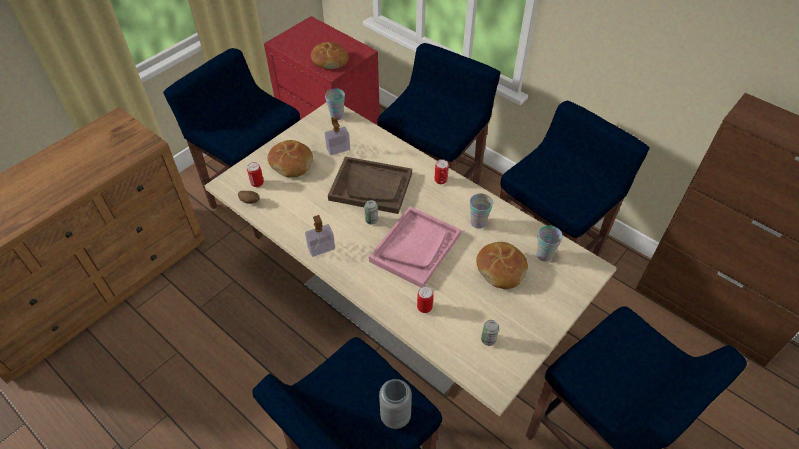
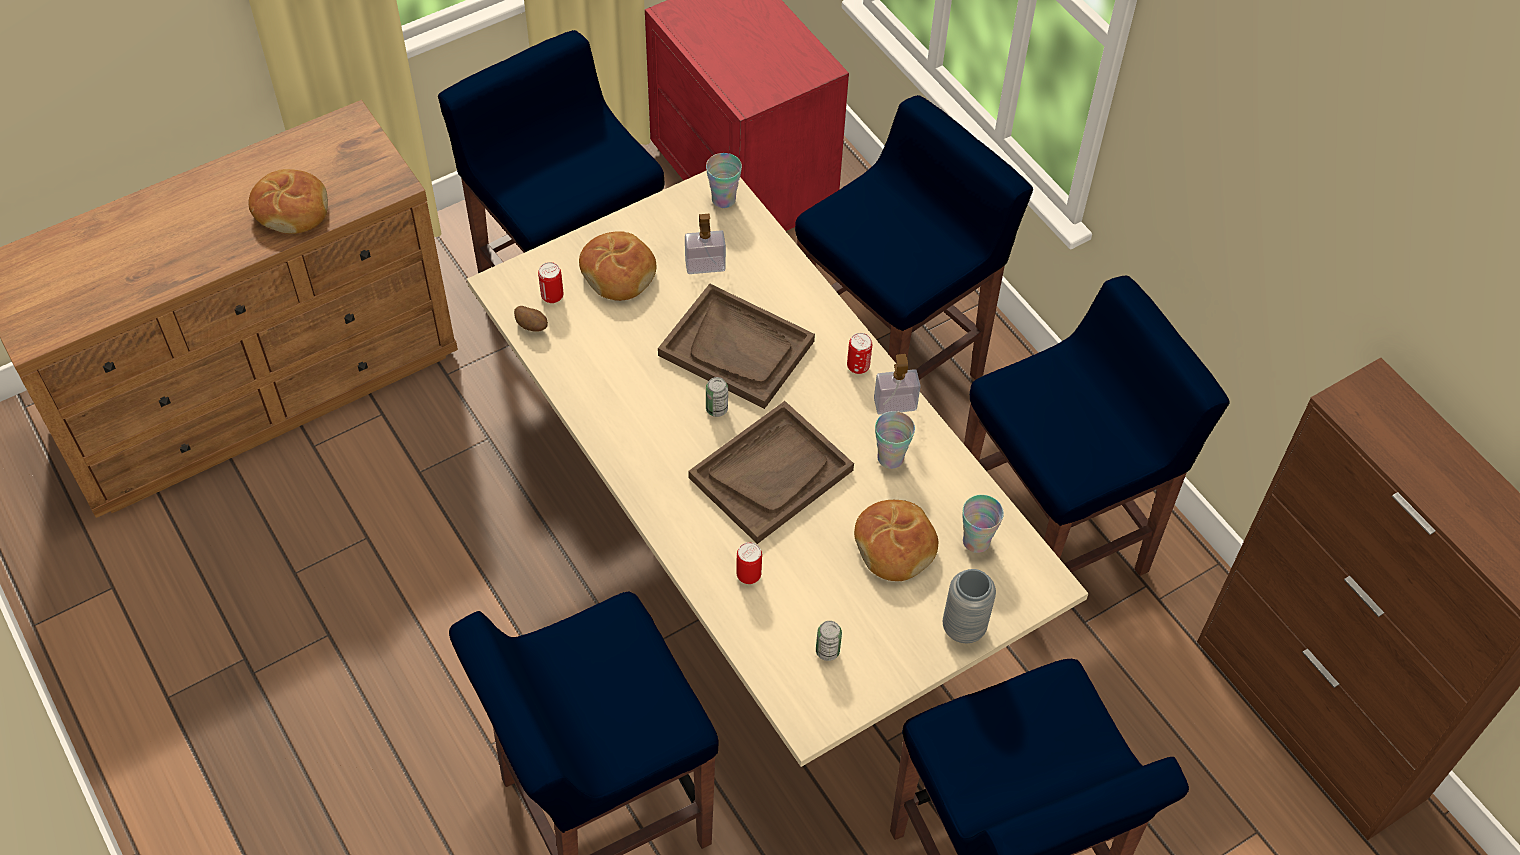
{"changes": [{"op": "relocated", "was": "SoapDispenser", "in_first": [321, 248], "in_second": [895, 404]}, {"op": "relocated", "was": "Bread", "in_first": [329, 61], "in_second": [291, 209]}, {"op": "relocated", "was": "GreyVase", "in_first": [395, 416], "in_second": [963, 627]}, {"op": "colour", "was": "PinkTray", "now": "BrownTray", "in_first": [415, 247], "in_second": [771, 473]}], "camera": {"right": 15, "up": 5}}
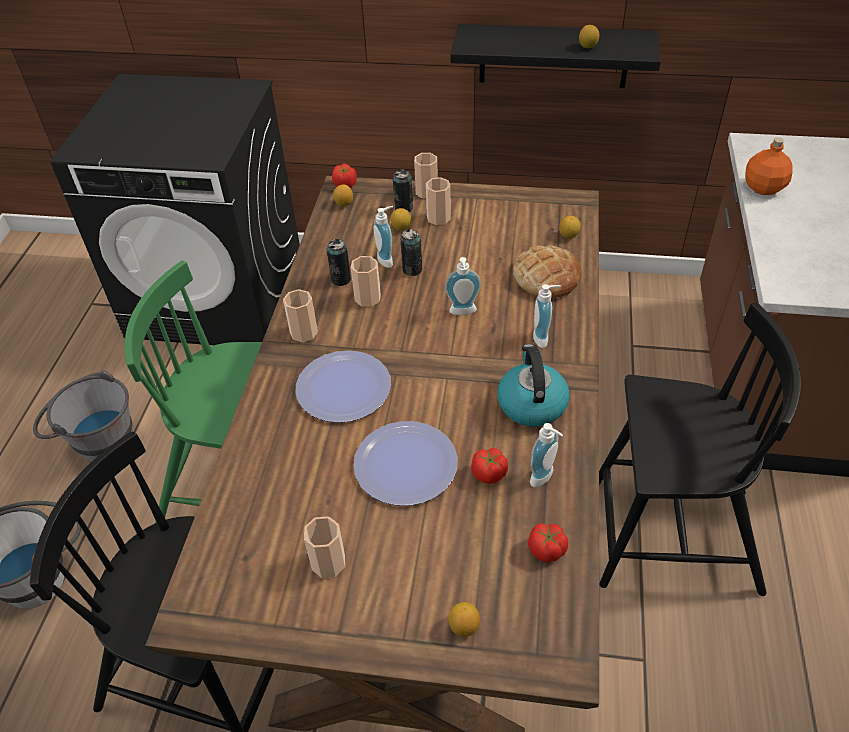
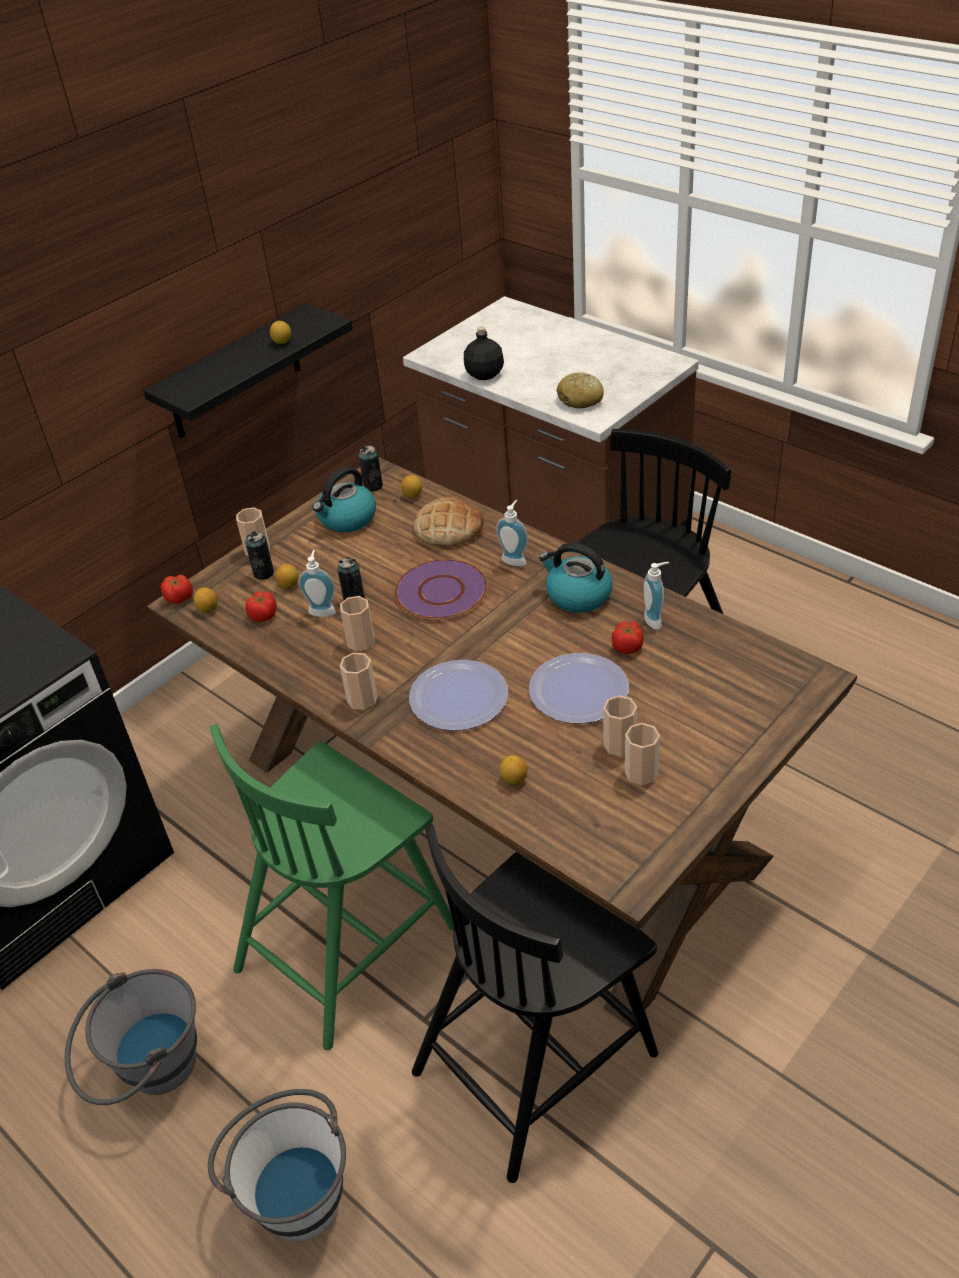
{"changes": [{"op": "appeared", "now": "Kettle", "in_second": [347, 519]}, {"op": "appeared", "now": "Bread", "in_second": [580, 399]}, {"op": "relocated", "was": "Can", "in_first": [341, 279], "in_second": [373, 486]}, {"op": "relocated", "was": "Cup", "in_first": [438, 218], "in_second": [619, 745]}, {"op": "relocated", "was": "Lemon", "in_first": [464, 626], "in_second": [514, 780]}, {"op": "relocated", "was": "Tomato", "in_first": [547, 550], "in_second": [263, 615]}, {"op": "exchanged", "was": "SoapDispenser", "now": "PurplePlate", "in_first": [463, 313], "in_second": [441, 591]}, {"op": "colour", "was": "OrangeBottle", "now": "BlackBottle", "in_first": [764, 188], "in_second": [485, 374]}], "camera": {"right": -55, "up": -5}}
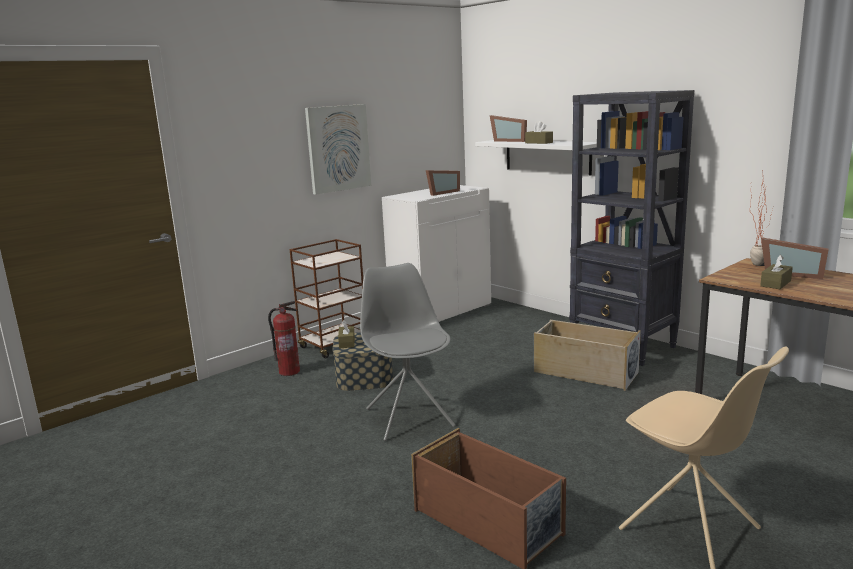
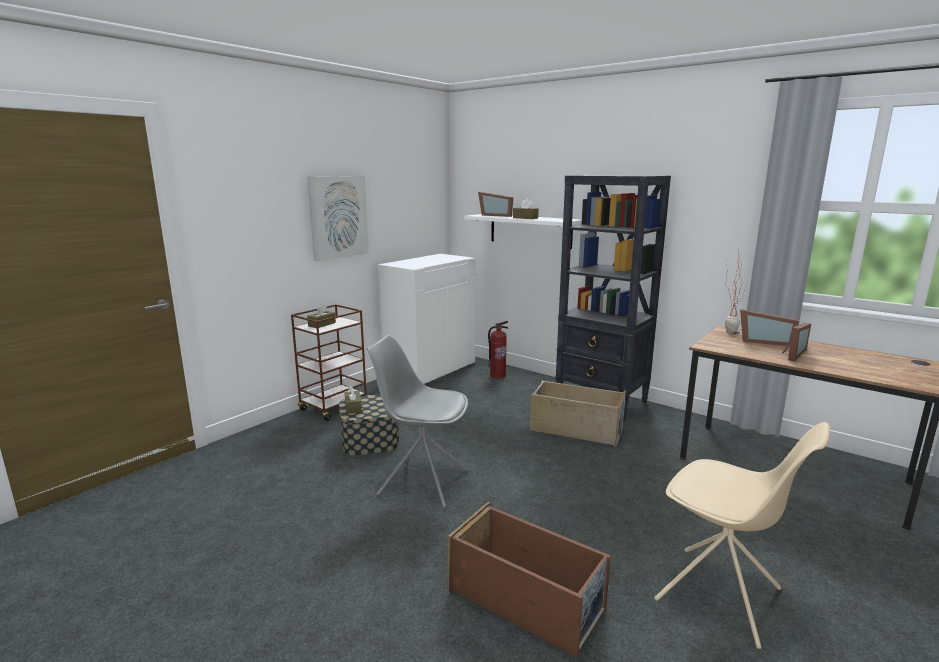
{"changes": [{"op": "relocated", "was": "FireExtinguisher", "in_first": [289, 371], "in_second": [497, 375]}, {"op": "relocated", "was": "PictureFrame", "in_first": [441, 193], "in_second": [791, 354]}, {"op": "relocated", "was": "BrownTissueBox", "in_first": [775, 283], "in_second": [322, 324]}, {"op": "spun", "was": "GreyChair", "in_first": [409, 416], "in_second": [422, 482], "clockwise": -45}], "camera": {"right": -10, "up": 0}}
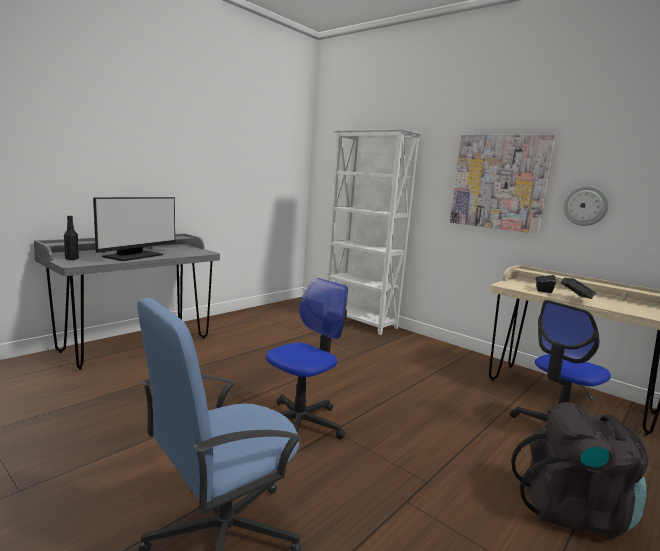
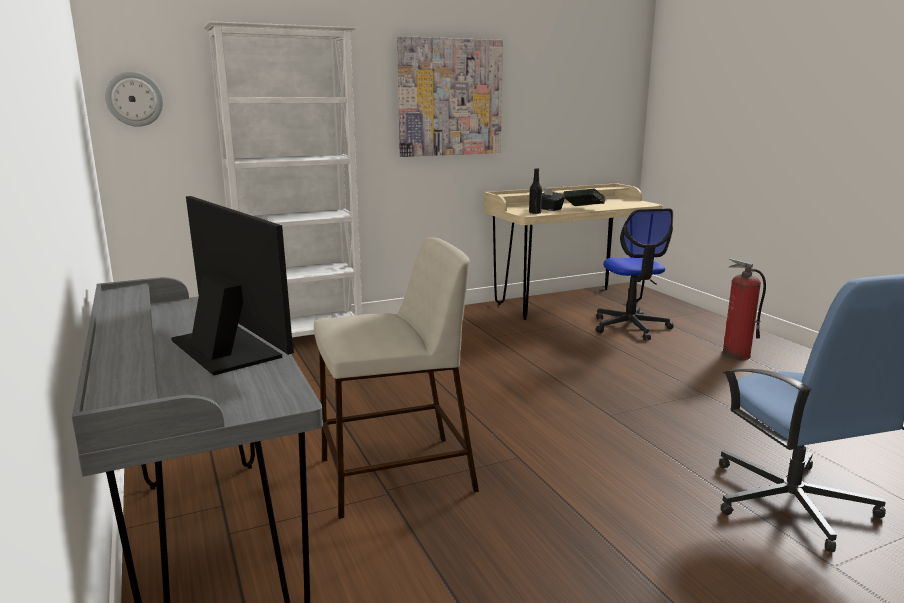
{"changes": [{"op": "missing", "was": "OfficeChair", "in_first": [300, 424]}, {"op": "appeared", "now": "BeigeStool", "in_second": [395, 475]}, {"op": "relocated", "was": "BlackBottle", "in_first": [72, 259], "in_second": [535, 213]}, {"op": "relocated", "was": "WallClock", "in_first": [585, 205], "in_second": [134, 99]}, {"op": "exchanged", "was": "BlackBackpack", "now": "FireExtinguisher", "in_first": [574, 511], "in_second": [735, 355]}], "camera": {"right": -65, "up": 5}}
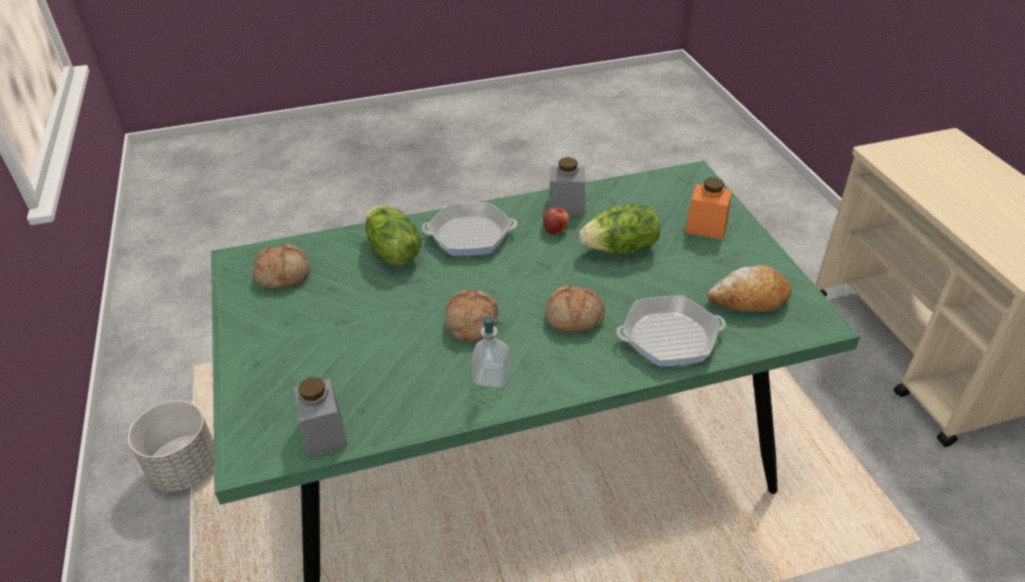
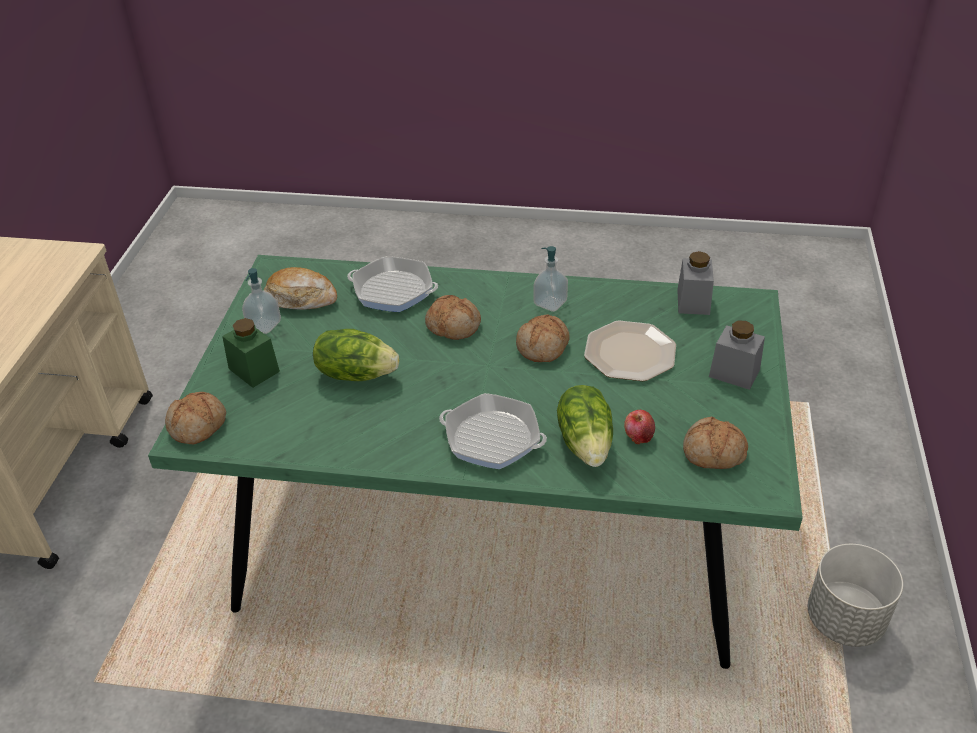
{"changes": [{"op": "appeared", "now": "Bread", "in_second": [198, 426]}, {"op": "appeared", "now": "SoapDispenser", "in_second": [264, 325]}, {"op": "appeared", "now": "Plate", "in_second": [630, 353]}, {"op": "relocated", "was": "Apple", "in_first": [555, 229], "in_second": [638, 436]}, {"op": "relocated", "was": "GreyJar", "in_first": [566, 206], "in_second": [734, 373]}, {"op": "colour", "was": "OrangeJar", "now": "GreenJar", "in_first": [706, 227], "in_second": [254, 370]}], "camera": {"right": -155, "up": 0}}
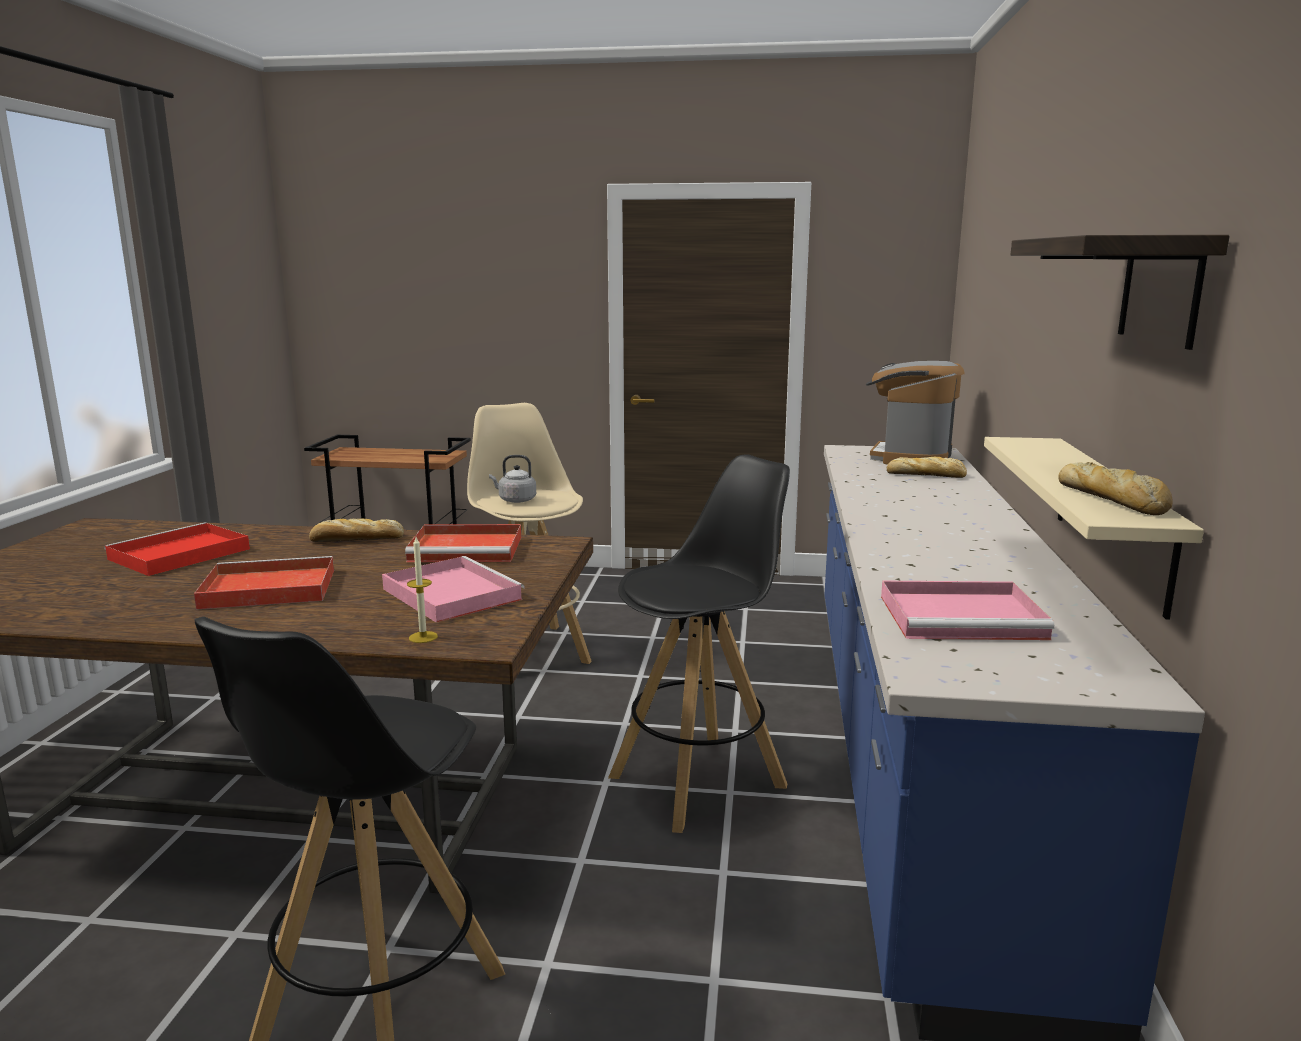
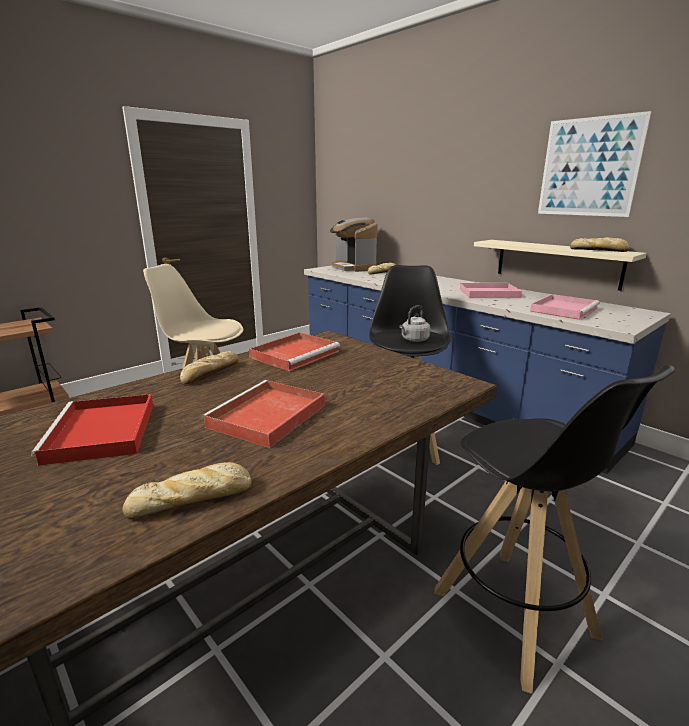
{"changes": [{"op": "missing", "was": "Candle", "in_first": [423, 637]}, {"op": "appeared", "now": "Bread", "in_second": [193, 499]}, {"op": "relocated", "was": "PinkTray", "in_first": [449, 593], "in_second": [487, 293]}, {"op": "relocated", "was": "GreyKettle", "in_first": [515, 500], "in_second": [414, 340]}, {"op": "exchanged", "was": "Shelf", "now": "Picture", "in_first": [1160, 290], "in_second": [589, 167]}], "camera": {"right": -50, "up": 5}}
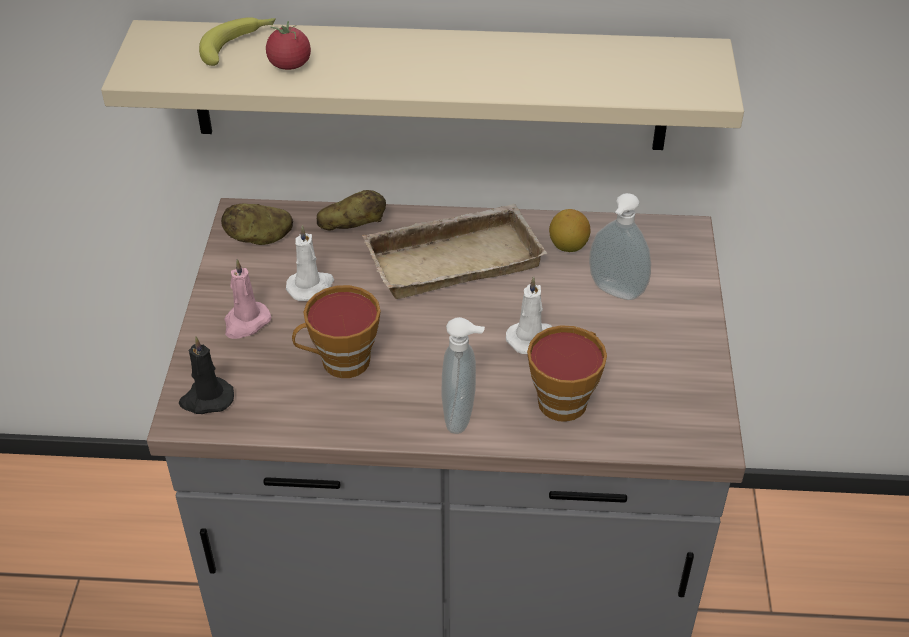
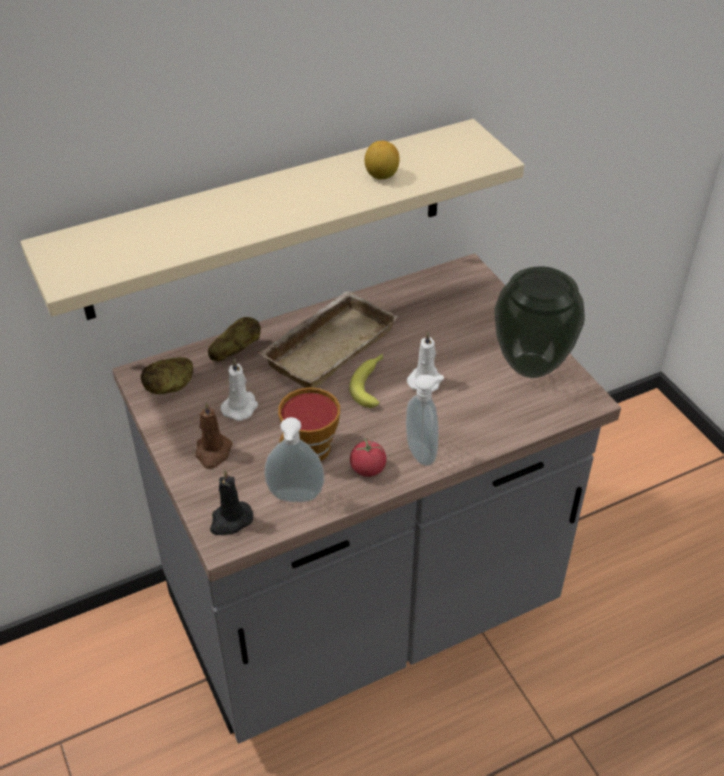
{"changes": [{"op": "missing", "was": "Cup", "in_first": [565, 398]}, {"op": "appeared", "now": "Vase", "in_second": [532, 366]}, {"op": "relocated", "was": "Banana", "in_first": [239, 46], "in_second": [371, 383]}, {"op": "relocated", "was": "Tomato", "in_first": [290, 65], "in_second": [368, 468]}, {"op": "relocated", "was": "Lemon", "in_first": [568, 246], "in_second": [381, 175]}, {"op": "relocated", "was": "SoapDispenser", "in_first": [614, 292], "in_second": [295, 498]}, {"op": "colour", "was": "PinkCandle", "now": "BrownCandle", "in_first": [246, 323], "in_second": [213, 452]}], "camera": {"right": -30, "up": 0}}
